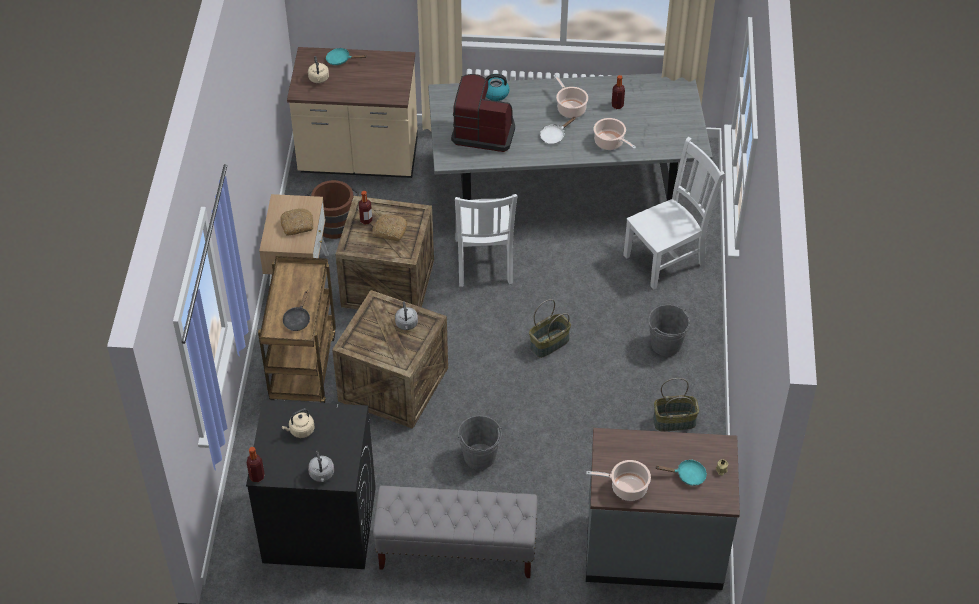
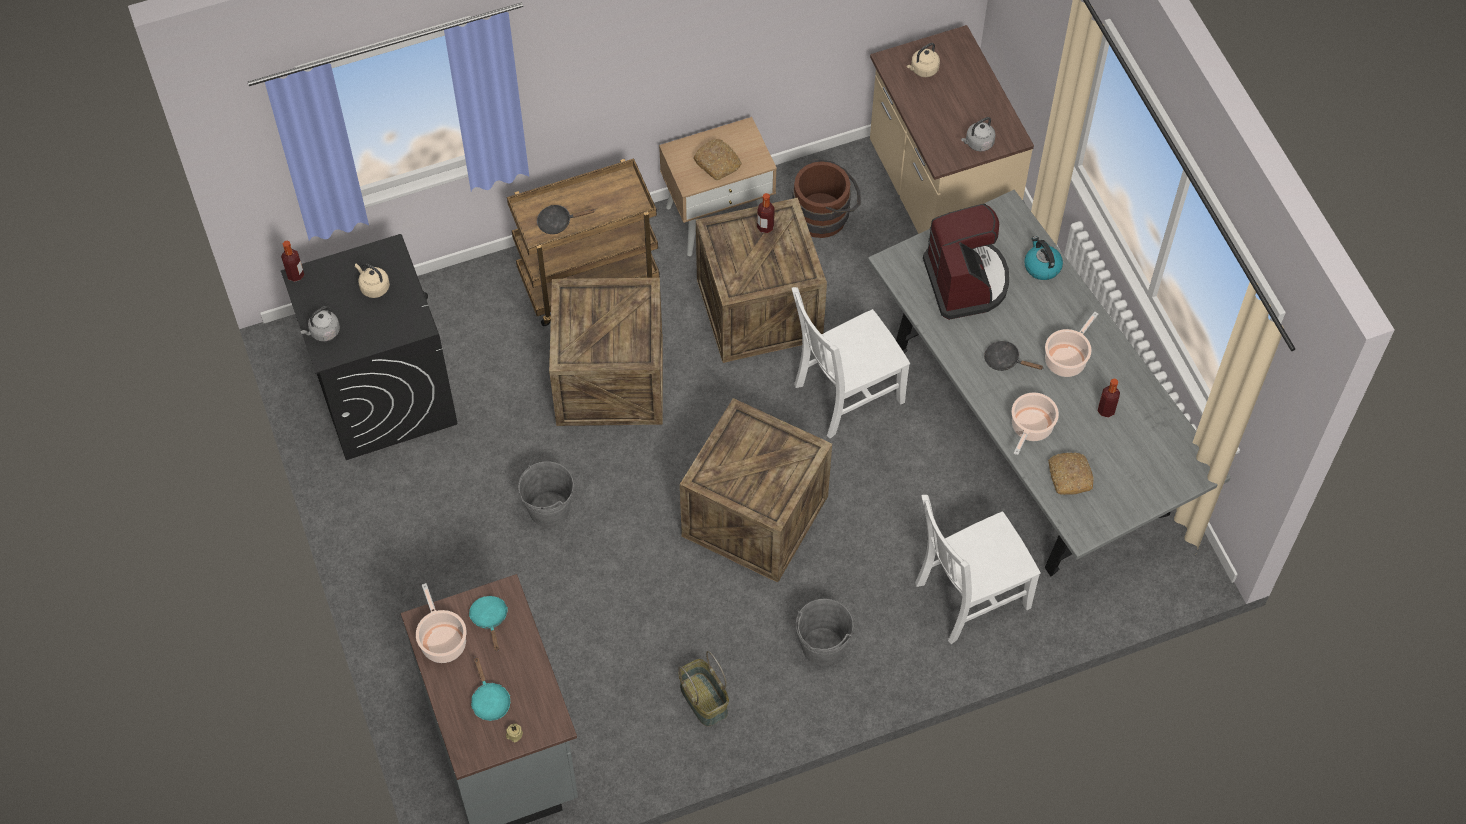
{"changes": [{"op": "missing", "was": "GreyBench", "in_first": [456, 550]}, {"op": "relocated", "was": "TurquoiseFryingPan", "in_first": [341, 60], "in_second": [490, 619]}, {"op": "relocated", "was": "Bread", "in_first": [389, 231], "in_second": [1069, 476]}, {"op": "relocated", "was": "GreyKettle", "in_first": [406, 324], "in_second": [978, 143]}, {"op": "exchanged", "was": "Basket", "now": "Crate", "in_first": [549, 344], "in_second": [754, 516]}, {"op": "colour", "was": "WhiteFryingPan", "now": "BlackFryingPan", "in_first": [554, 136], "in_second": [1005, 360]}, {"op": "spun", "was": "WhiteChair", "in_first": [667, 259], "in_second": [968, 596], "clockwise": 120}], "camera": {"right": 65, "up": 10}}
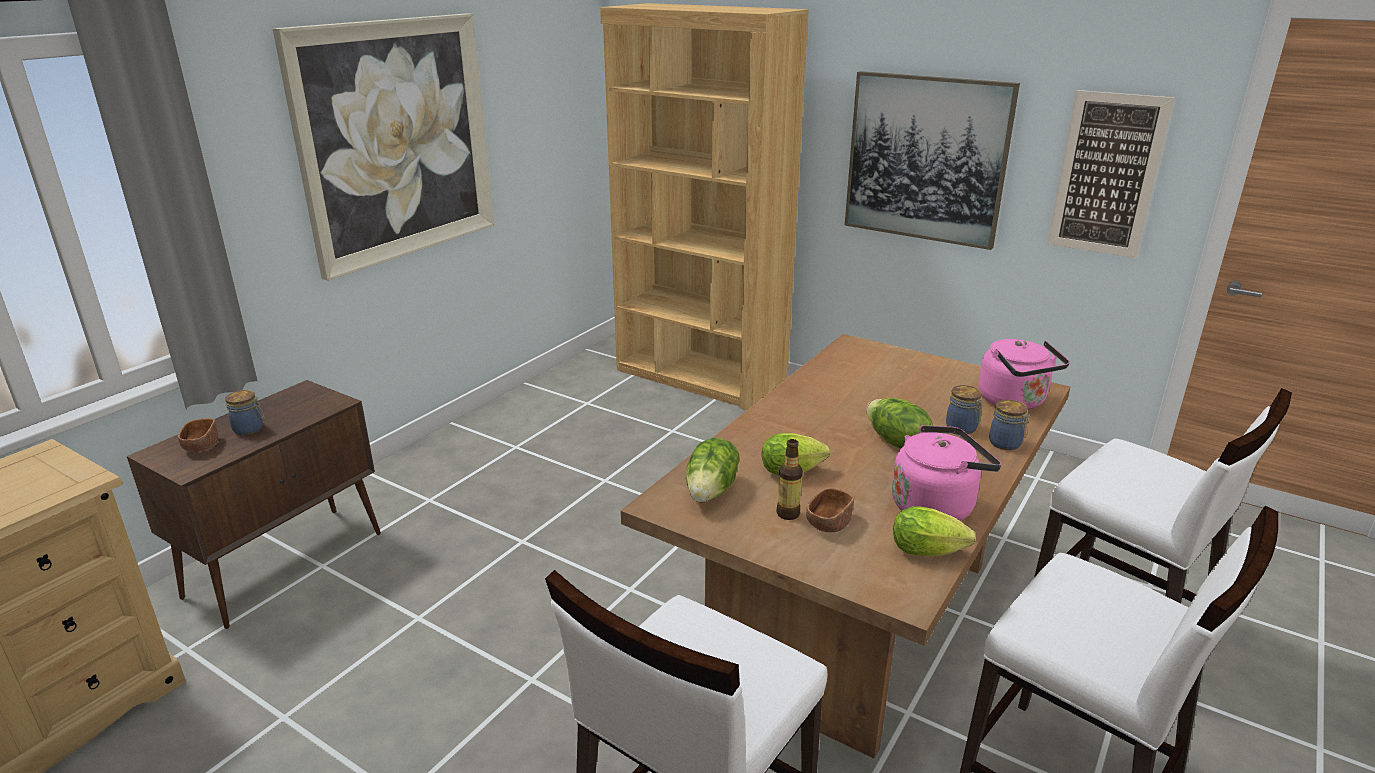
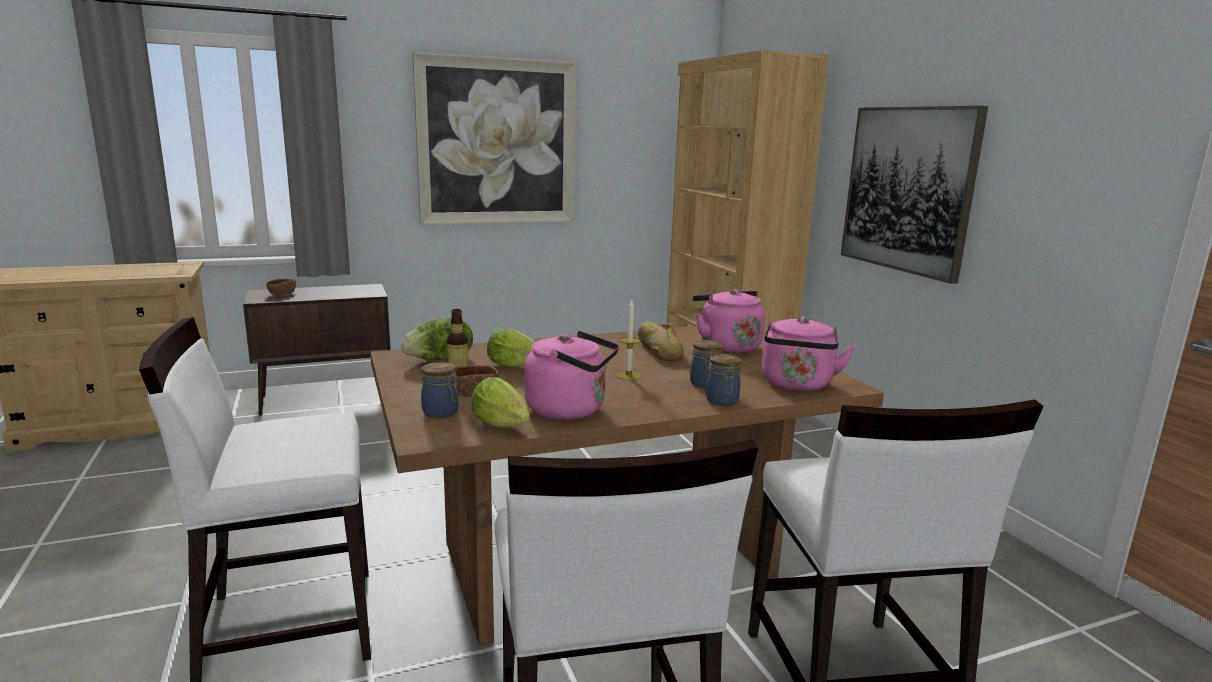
{"changes": [{"op": "missing", "was": "Picture", "in_first": [1107, 175]}, {"op": "appeared", "now": "Bread", "in_second": [659, 350]}, {"op": "appeared", "now": "PinkKettle", "in_second": [726, 346]}, {"op": "relocated", "was": "Jar", "in_first": [250, 429], "in_second": [441, 413]}, {"op": "exchanged", "was": "Lettuce", "now": "Candle", "in_first": [896, 442], "in_second": [628, 376]}], "camera": {"right": 35, "up": -10}}
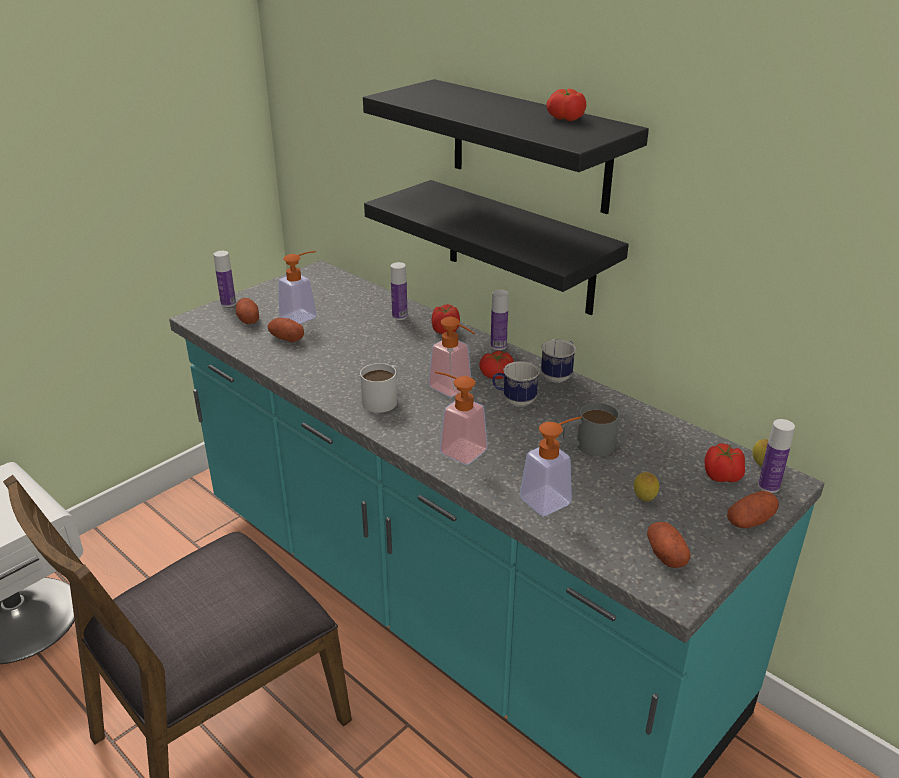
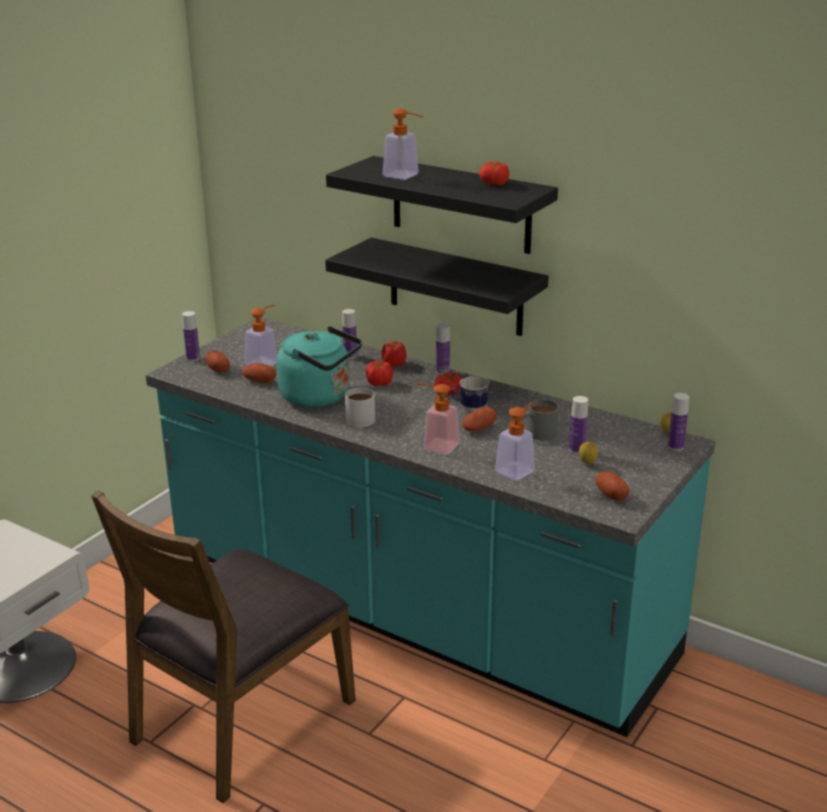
{"changes": [{"op": "missing", "was": "Mug", "in_first": [559, 375]}, {"op": "appeared", "now": "TurquoiseKettle", "in_second": [320, 397]}, {"op": "appeared", "now": "Bottle", "in_second": [577, 450]}, {"op": "relocated", "was": "SoapDispenser", "in_first": [455, 389], "in_second": [406, 176]}, {"op": "relocated", "was": "Tomato", "in_first": [722, 477], "in_second": [380, 383]}, {"op": "relocated", "was": "Potato", "in_first": [750, 521], "in_second": [479, 428]}], "camera": {"right": -10, "up": -5}}
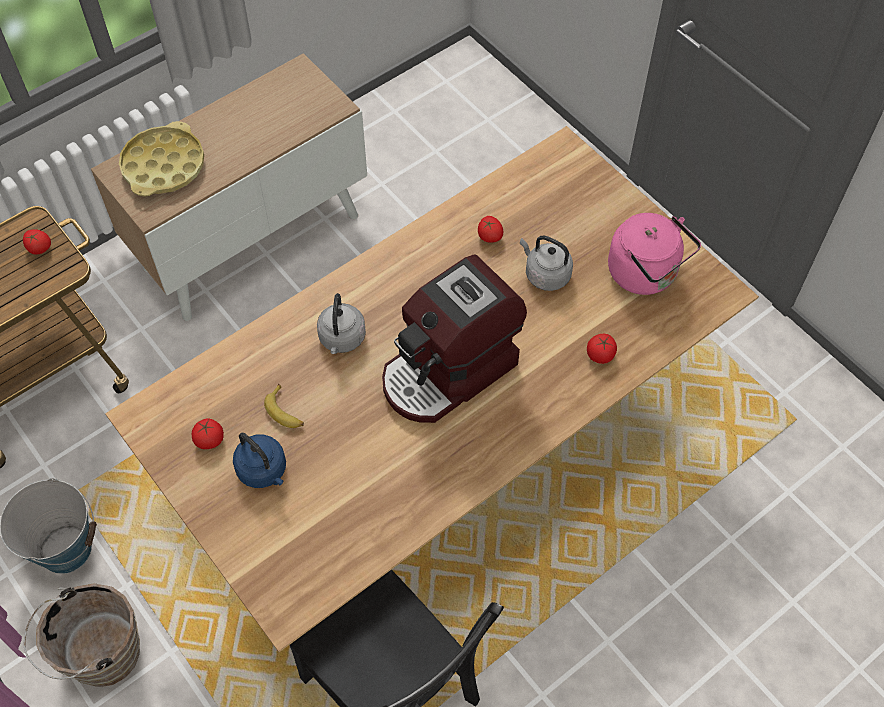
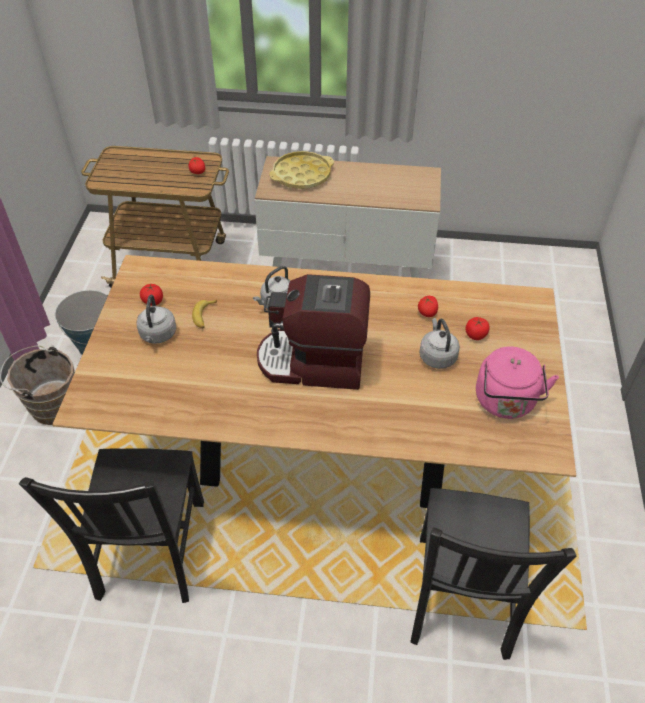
{"changes": [{"op": "appeared", "now": "BlackChair", "in_second": [461, 599]}, {"op": "relocated", "was": "Tomato", "in_first": [600, 355], "in_second": [475, 335]}, {"op": "colour", "was": "BlueKettle", "now": "GreyKettle", "in_first": [264, 471], "in_second": [158, 335]}], "camera": {"right": 45, "up": -10}}
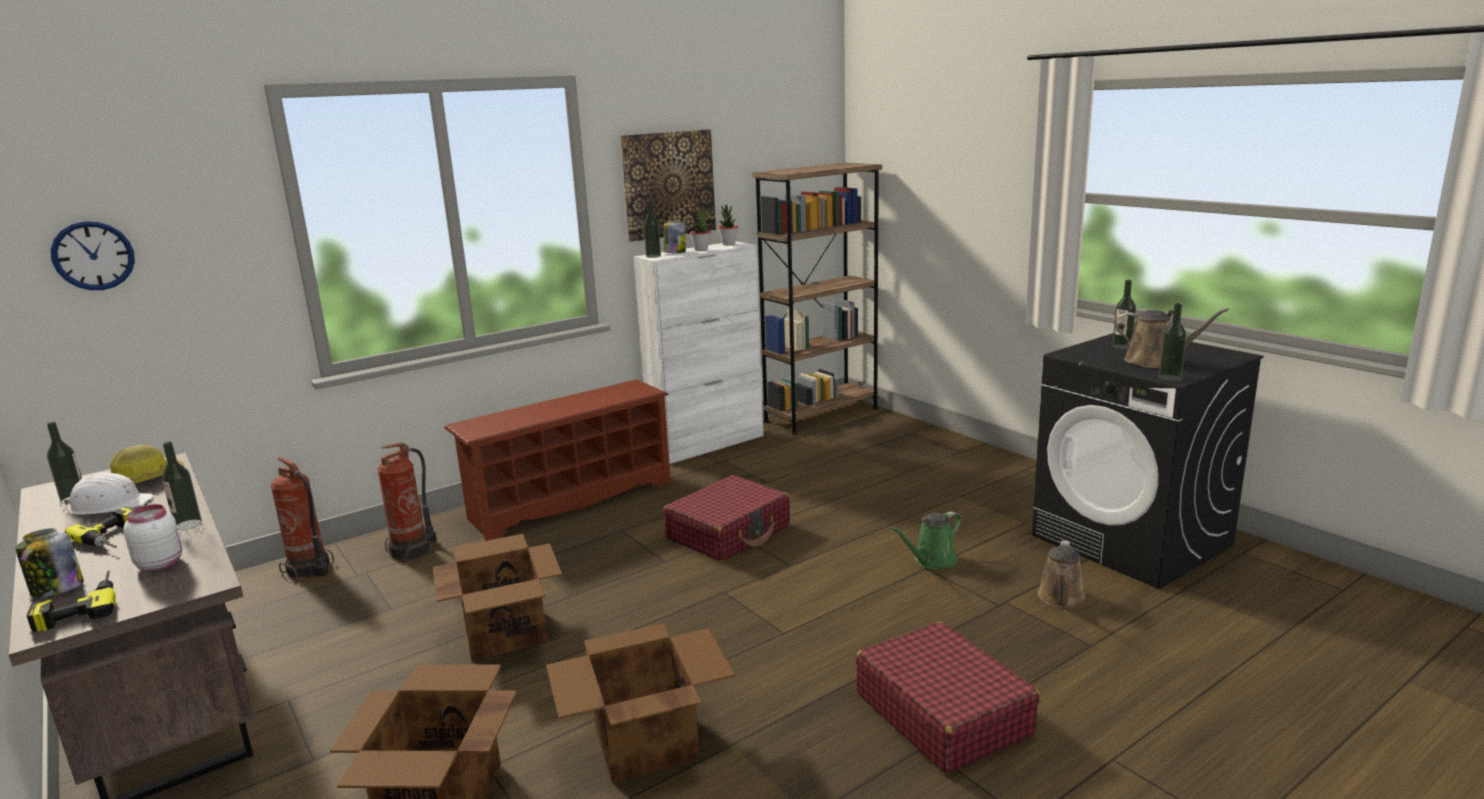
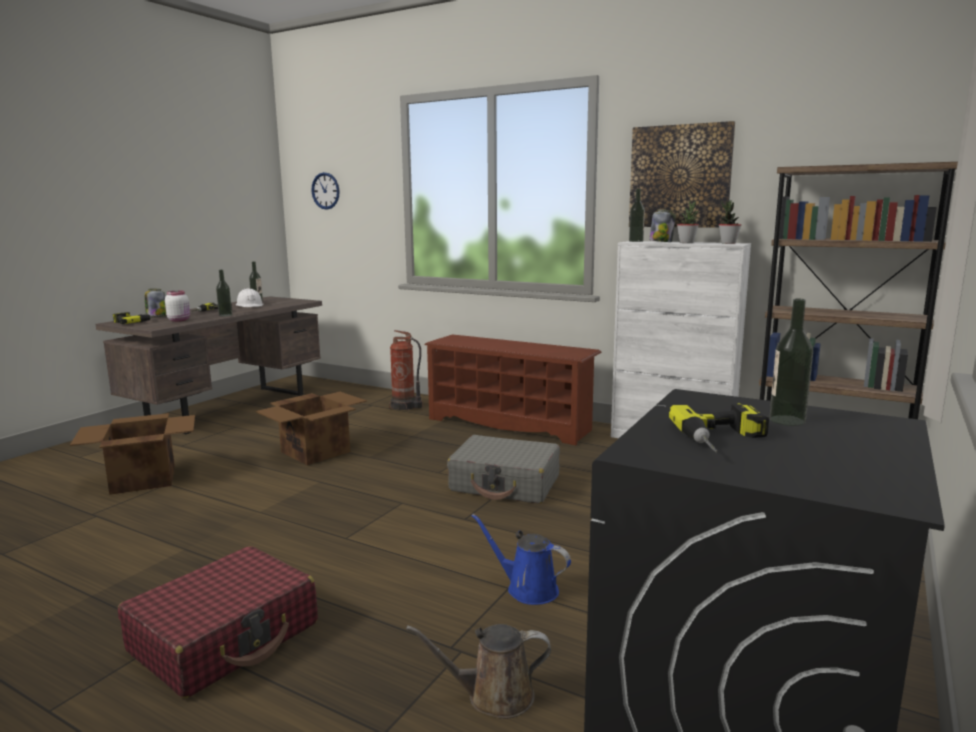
{"changes": [{"op": "missing", "was": "HardHat", "in_first": [147, 478]}, {"op": "missing", "was": "FireExtinguisher", "in_first": [309, 570]}, {"op": "missing", "was": "CardboardBox", "in_first": [643, 742]}, {"op": "missing", "was": "Bottle", "in_first": [1169, 378]}, {"op": "exchanged", "was": "BrownWateringCan", "now": "PowerDrill", "in_first": [1154, 361], "in_second": [725, 440]}, {"op": "colour", "was": "RedSuitcase", "now": "GreySuitcase", "in_first": [729, 533], "in_second": [505, 484]}, {"op": "colour", "was": "GreenWateringCan", "now": "BlueWateringCan", "in_first": [932, 561], "in_second": [527, 589]}], "camera": {"right": 65, "up": -5}}
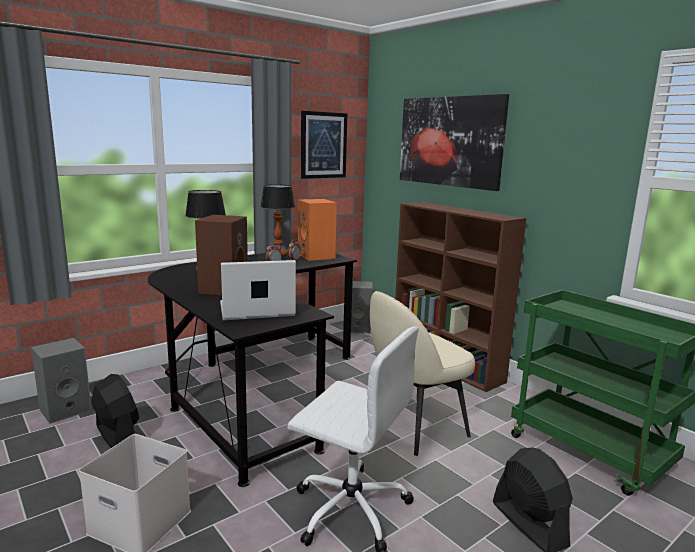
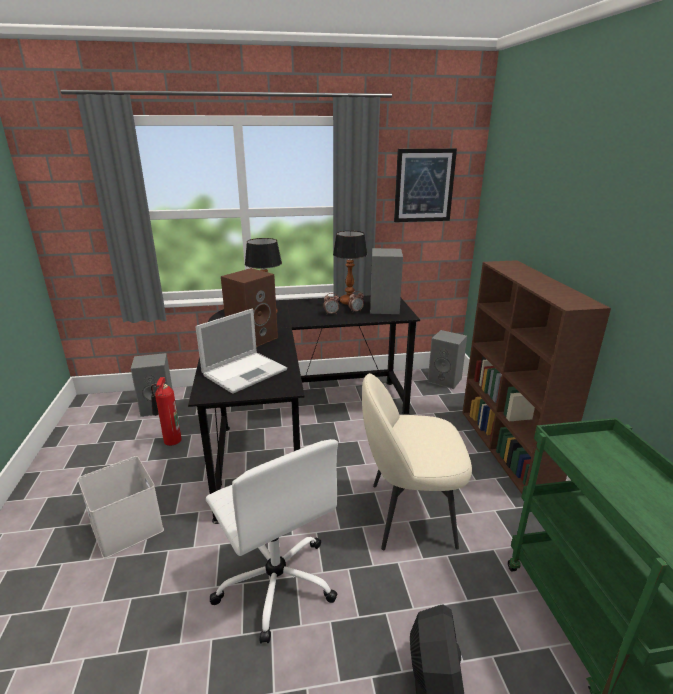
{"changes": [{"op": "missing", "was": "Picture", "in_first": [450, 141]}, {"op": "exchanged", "was": "BlackFan", "now": "FireExtinguisher", "in_first": [117, 436], "in_second": [170, 441]}, {"op": "colour", "was": "OrangeSpeaker", "now": "GreySpeaker", "in_first": [317, 256], "in_second": [385, 308]}, {"op": "spun", "was": "Laptop", "in_first": [255, 310], "in_second": [246, 372], "clockwise": 120}], "camera": {"right": 30, "up": 10}}
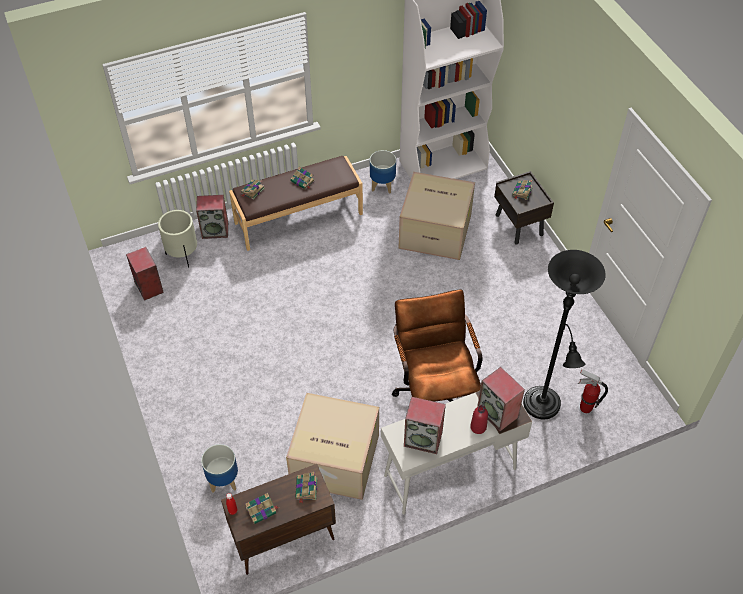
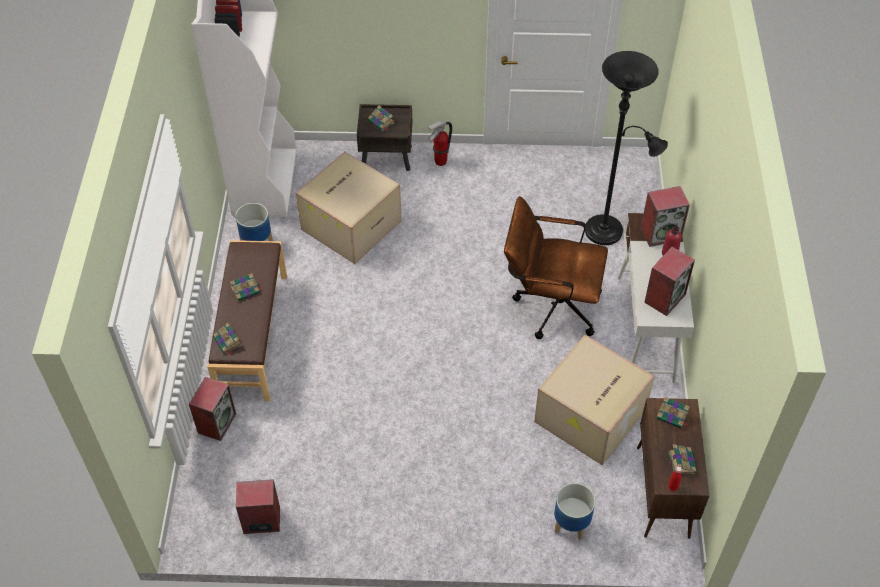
{"changes": [{"op": "missing", "was": "BeigePlanter", "in_first": [182, 255]}, {"op": "relocated", "was": "FireExtinguisher", "in_first": [585, 408], "in_second": [440, 162]}], "camera": {"right": -65, "up": 0}}
